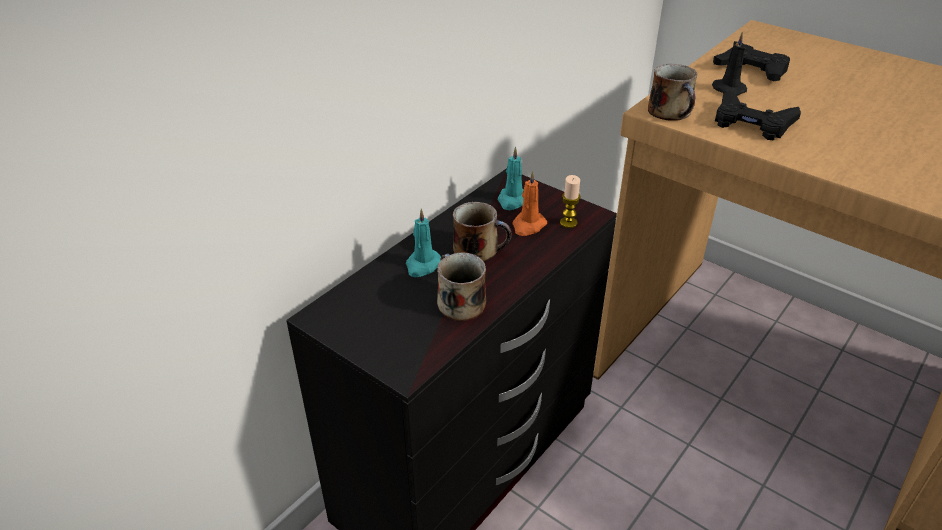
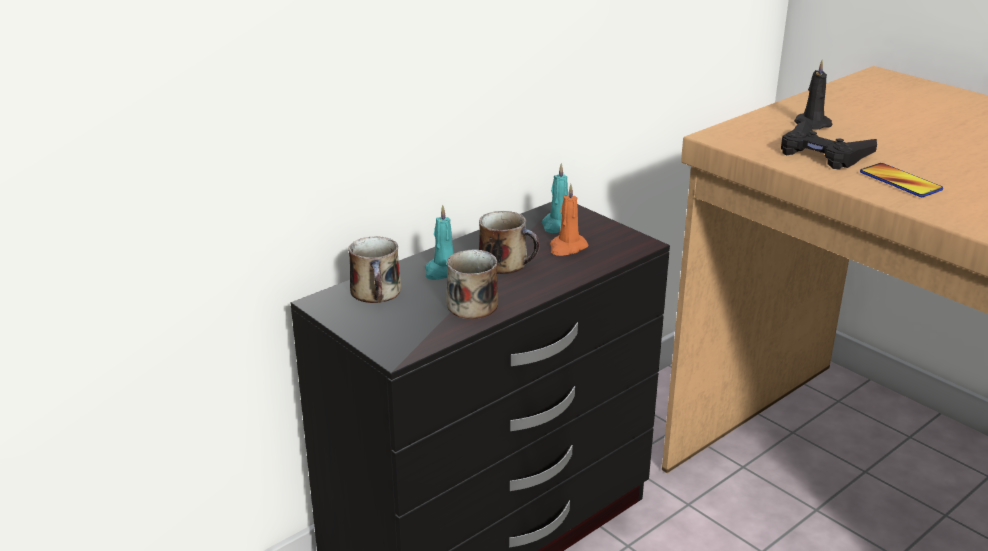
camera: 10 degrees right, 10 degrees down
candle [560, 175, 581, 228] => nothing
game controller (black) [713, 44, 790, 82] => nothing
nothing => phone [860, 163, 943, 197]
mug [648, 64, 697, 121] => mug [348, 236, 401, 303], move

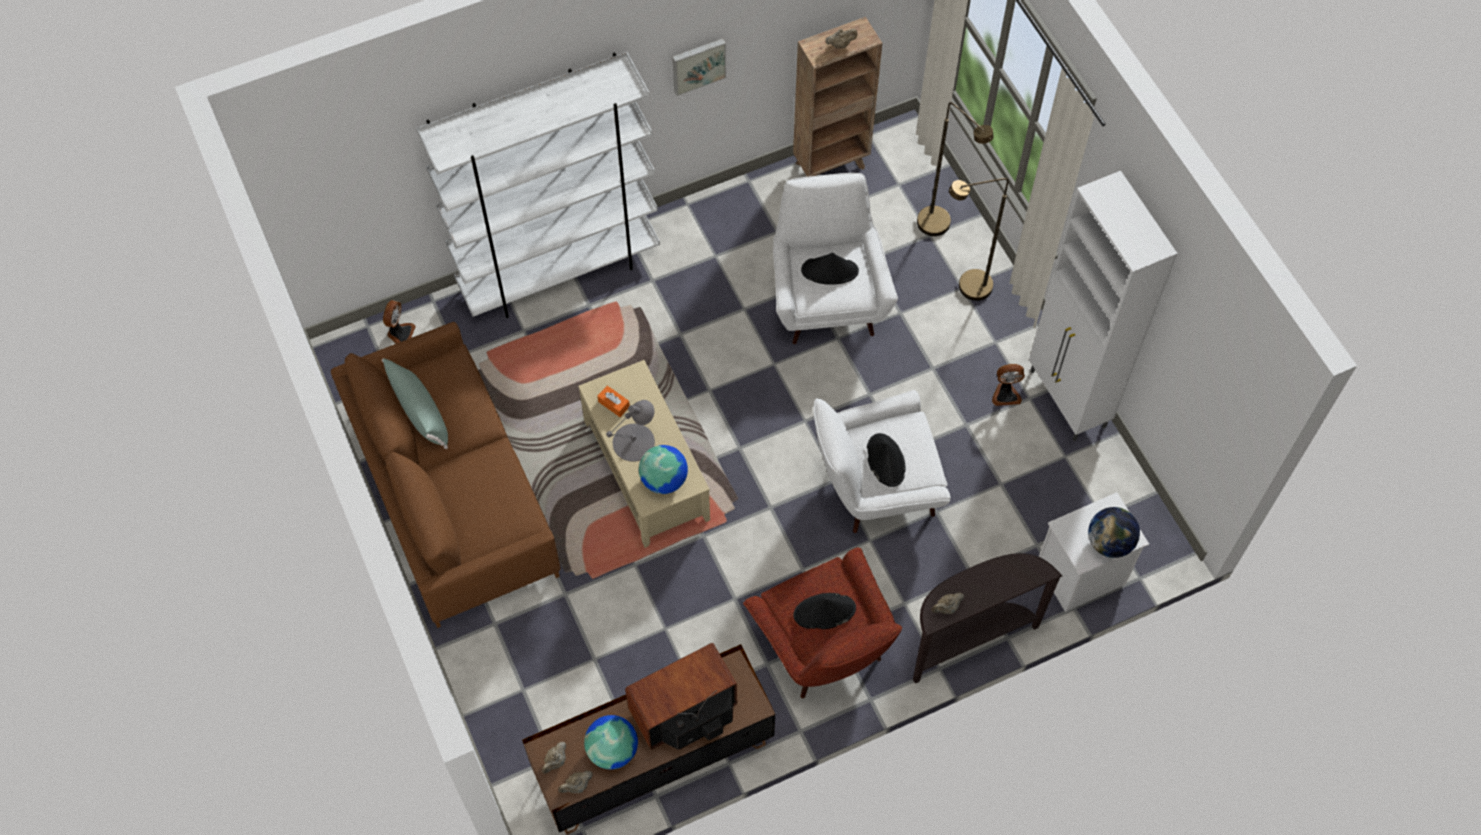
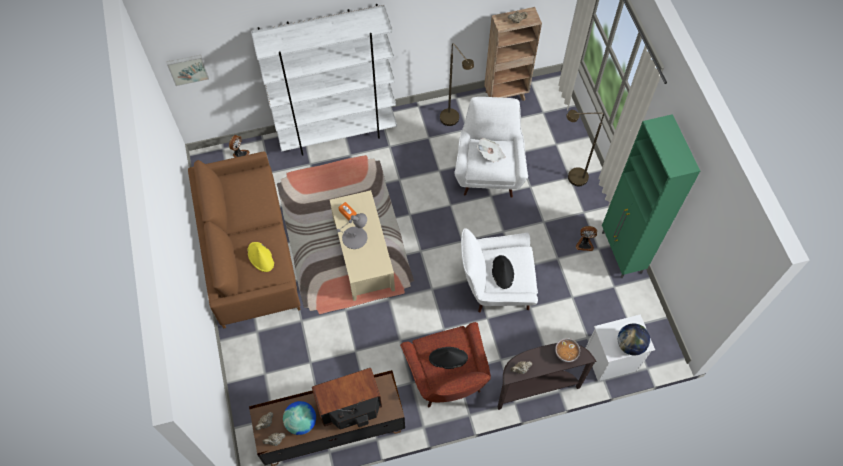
camera: 10 degrees right, 0 degrees up
pillow (green) [382, 358, 448, 449] => nothing
globe [639, 445, 688, 494] => nothing
nothing => hat (yellow) [247, 242, 274, 272]
nothing => bowl [555, 338, 580, 362]
picture [672, 38, 726, 96] => picture [167, 55, 209, 86], move
floor lamp (brown) [917, 102, 994, 236] => floor lamp (brown) [440, 43, 474, 126], move
hat (black) [801, 253, 859, 285] => newspaper [477, 138, 506, 162]
cabinet (white) [1029, 171, 1178, 441] => cabinet (green) [602, 114, 700, 278]

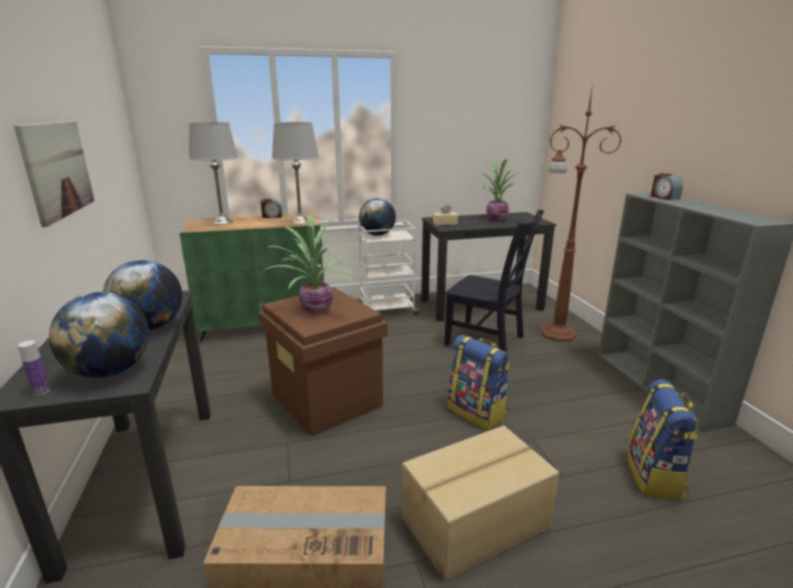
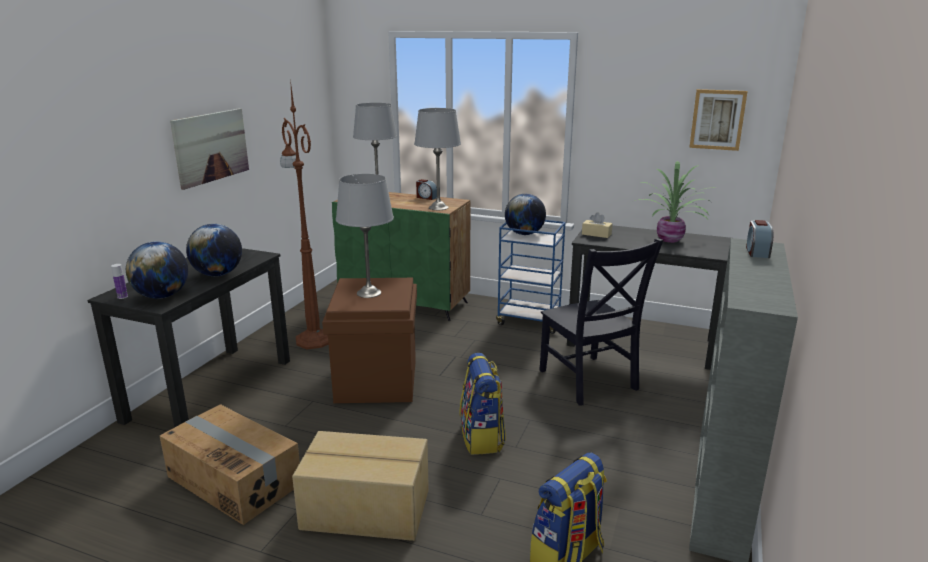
camera: 35 degrees right, 0 degrees up
nothing => picture [689, 89, 748, 151]
floor lamp (brown) [541, 84, 622, 342] => floor lamp (brown) [280, 79, 328, 350], move
potted plant [265, 215, 359, 314] => table lamp (grey) [336, 174, 394, 298]
cart (white) [358, 220, 421, 316] => cart (blue) [496, 220, 566, 334]

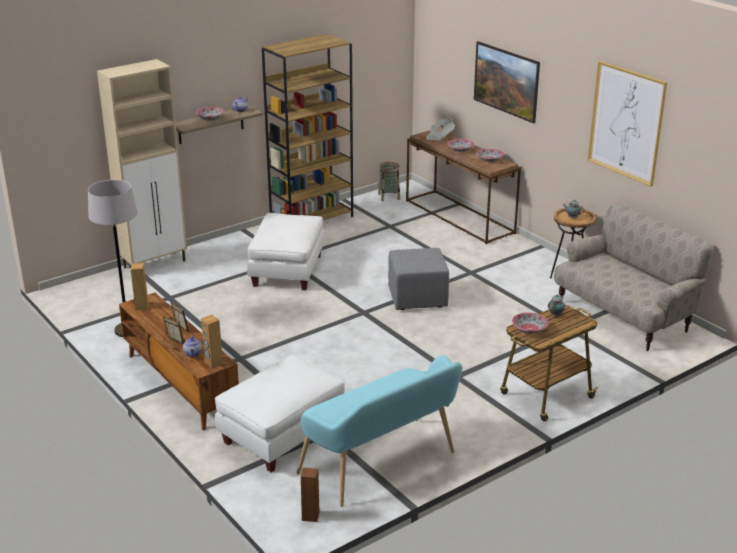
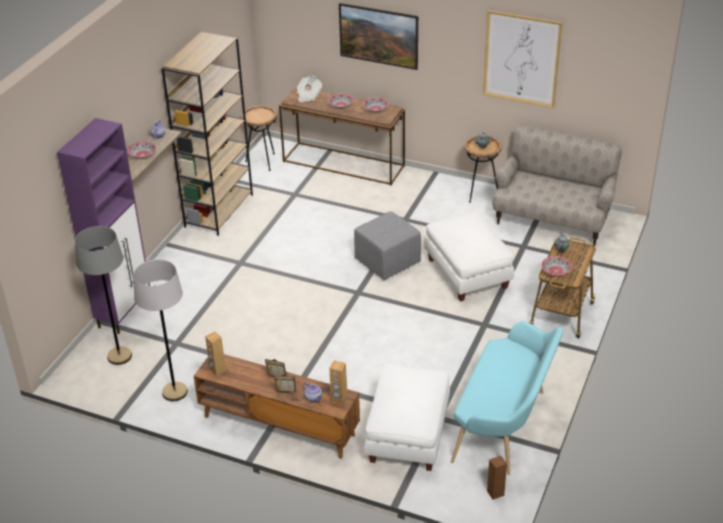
camera: 30 degrees left, 10 degrees up
nothing => floor lamp (grey) [75, 226, 132, 365]
ottoman (white) [247, 213, 325, 290] => ottoman (white) [424, 212, 514, 302], move
basket [378, 162, 400, 201] => side table (brown) [242, 106, 277, 171]
cabinet (beige) [97, 59, 187, 268] => cabinet (purple) [57, 118, 150, 334]

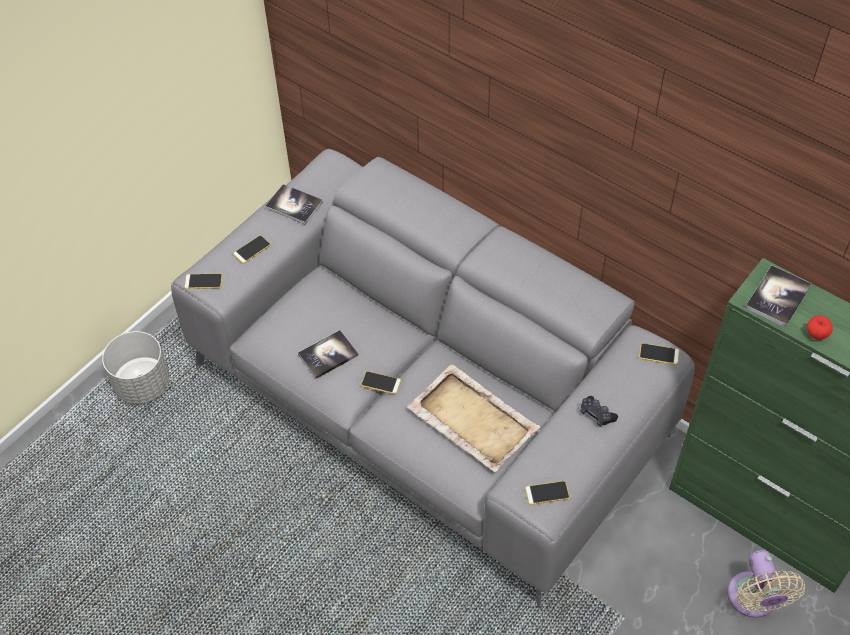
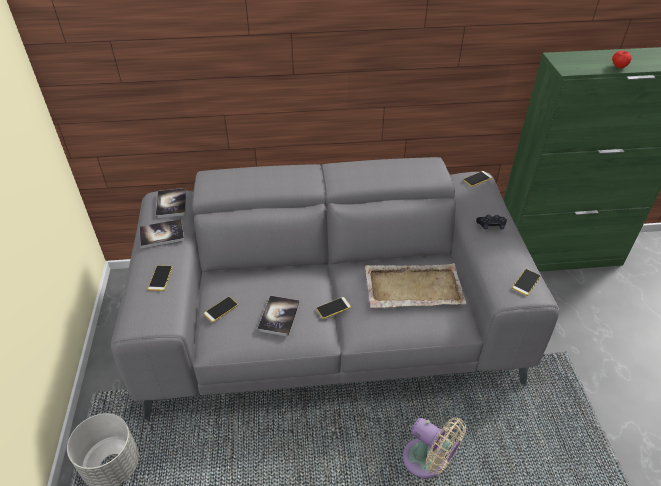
camera: 45 degrees left, 10 degrees down
phone [184, 273, 223, 289] => phone [204, 297, 238, 322], move
fan (beige) [727, 550, 805, 618] => fan (beige) [403, 417, 466, 478], move
book [745, 265, 812, 327] => book [156, 188, 186, 218], move

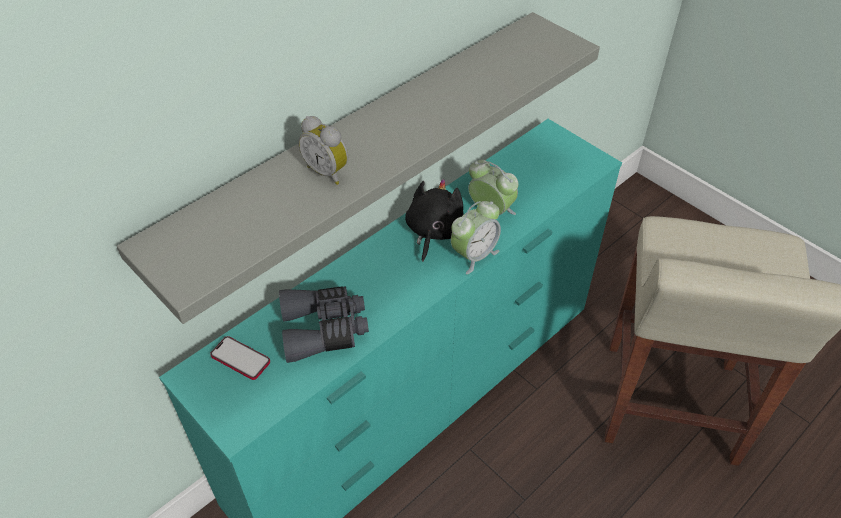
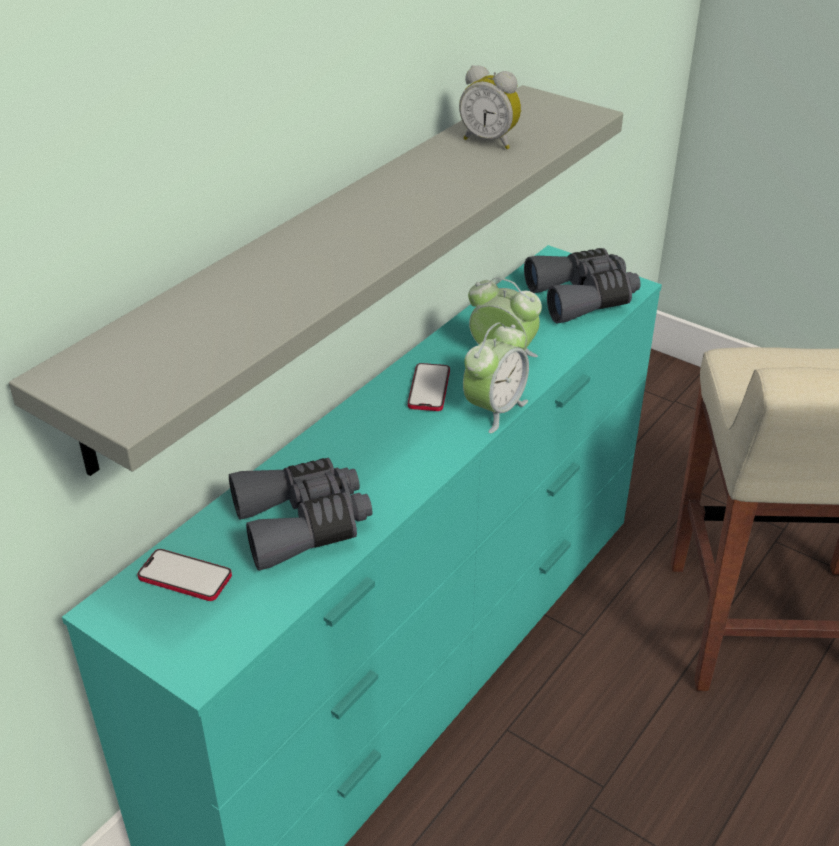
camera: 10 degrees left, 10 degrees down
nothing => binoculars (grey) [524, 248, 641, 324]
alarm clock [298, 116, 348, 185] => alarm clock [459, 65, 521, 149], move
plush toy (black) [405, 179, 464, 262] => phone [408, 363, 450, 411]

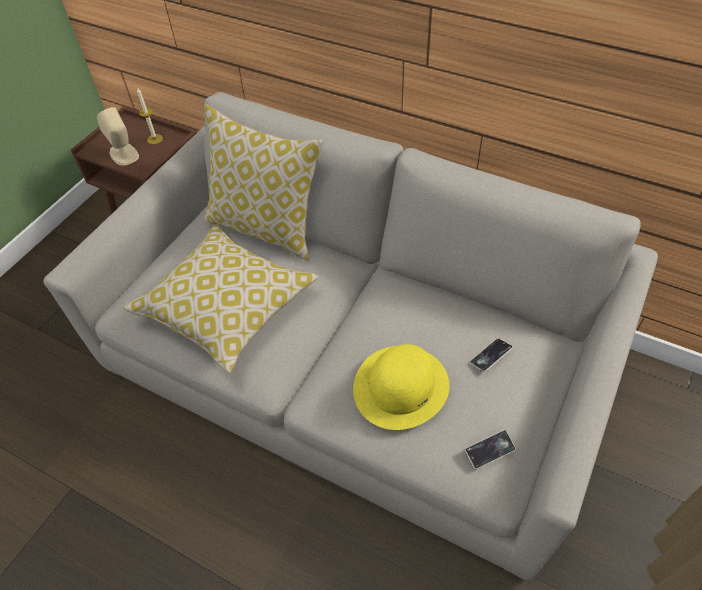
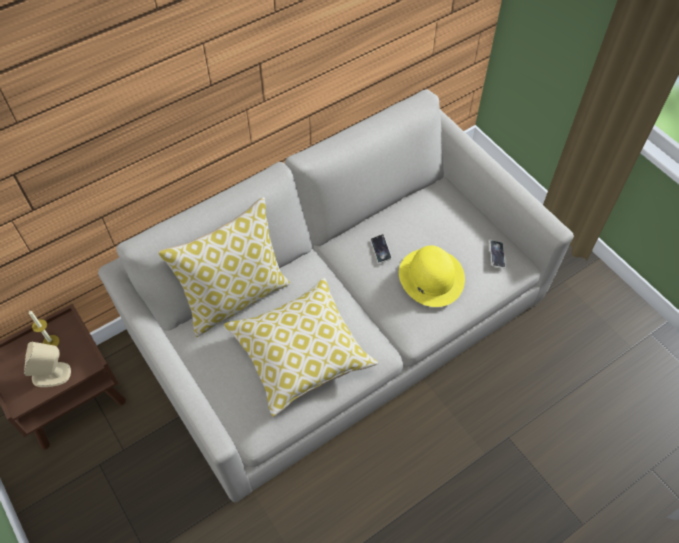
camera: 65 degrees left, 5 degrees up
phone [470, 338, 513, 372] => phone [371, 234, 392, 263], move

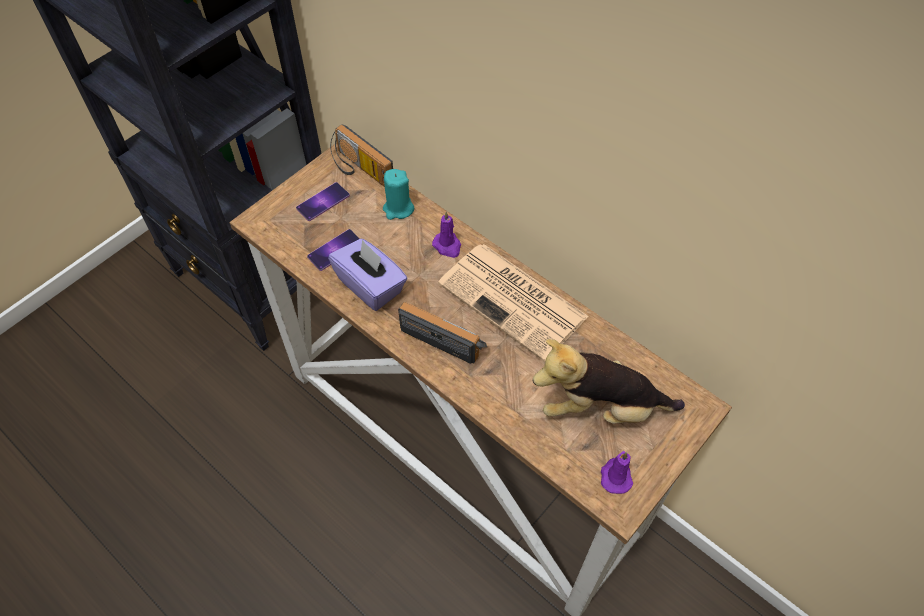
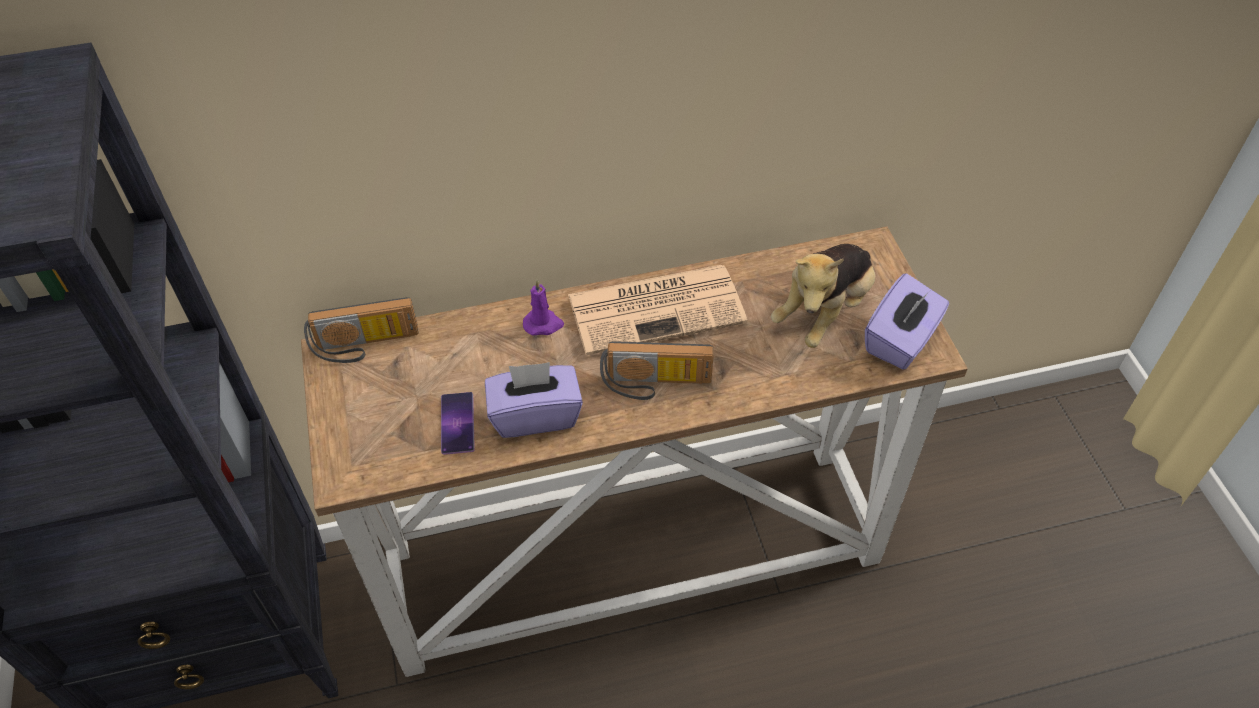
camera: 55 degrees left, 5 degrees down
phone [296, 182, 350, 221] => nothing
candle (turquoise) [383, 169, 414, 220] => nothing
candle (purple) [601, 451, 633, 494] => tissue box (purple) [865, 273, 949, 370]
radio [398, 302, 487, 364] => radio [600, 341, 714, 400], 150 degrees counterclockwise

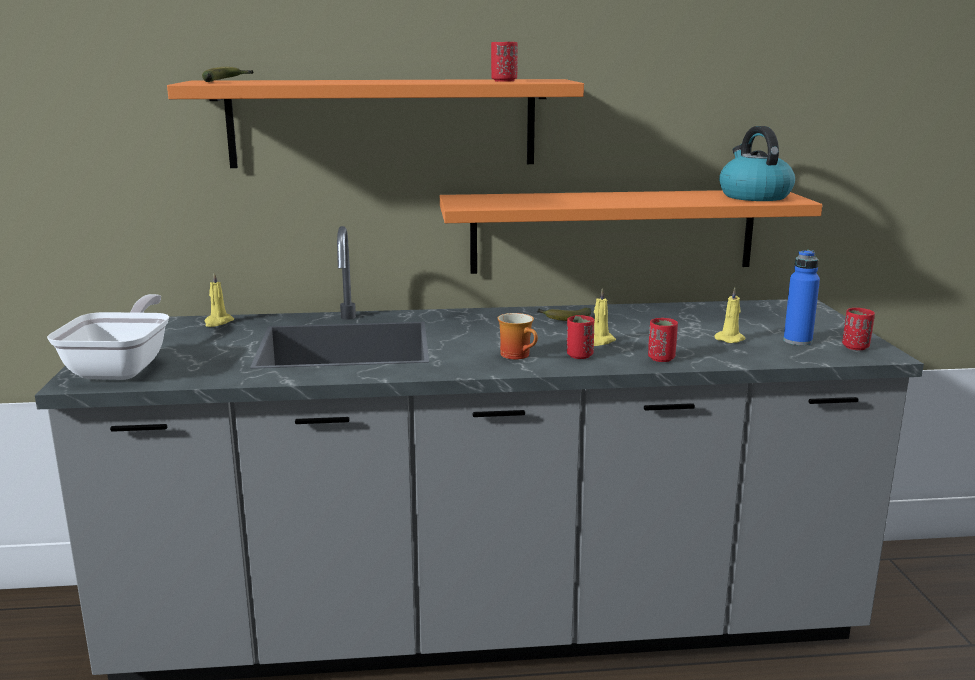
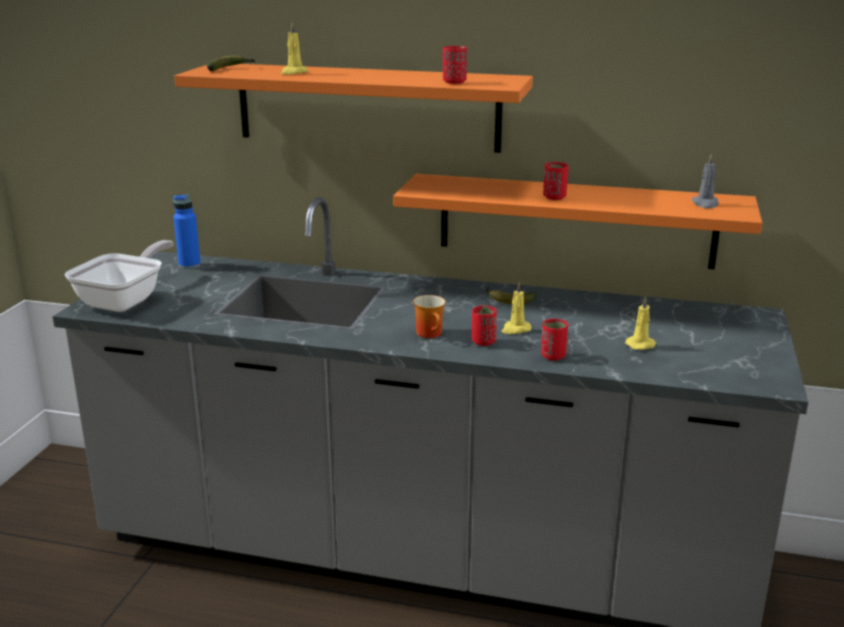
camera: 20 degrees right, 5 degrees up
candle (yellow) [205, 272, 234, 327] => candle (yellow) [281, 22, 309, 75], move
bottle (blue) [783, 250, 820, 345] => bottle (blue) [173, 194, 201, 269], move
cup (red) [842, 308, 875, 350] => cup (red) [543, 162, 568, 200], move
kettle [719, 126, 795, 201] => candle (grey) [691, 153, 719, 209]

